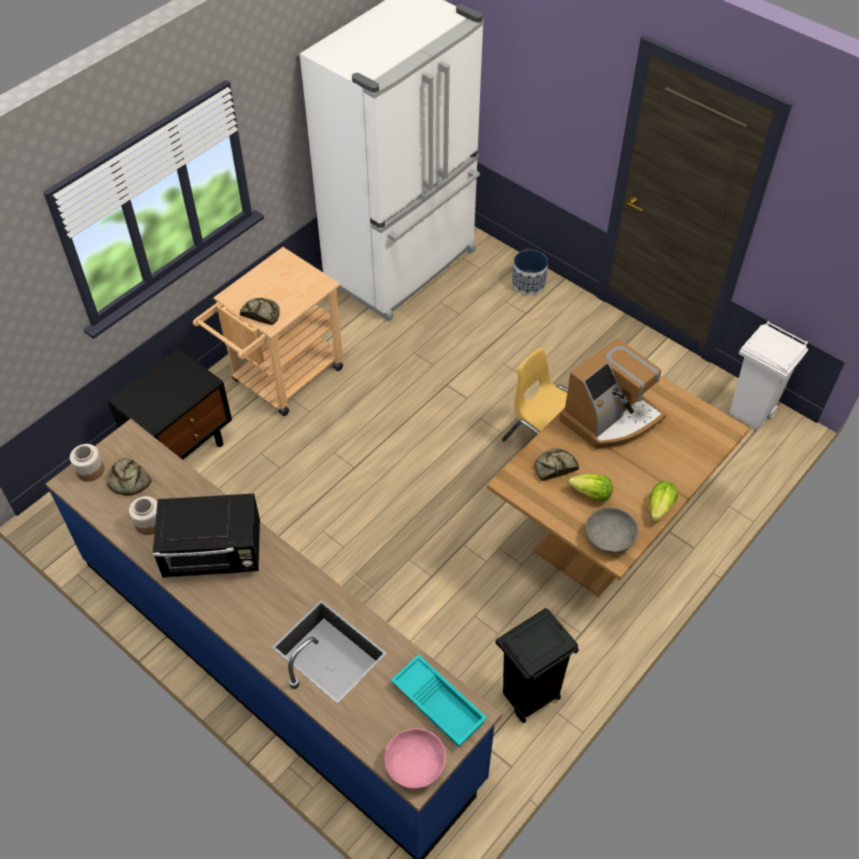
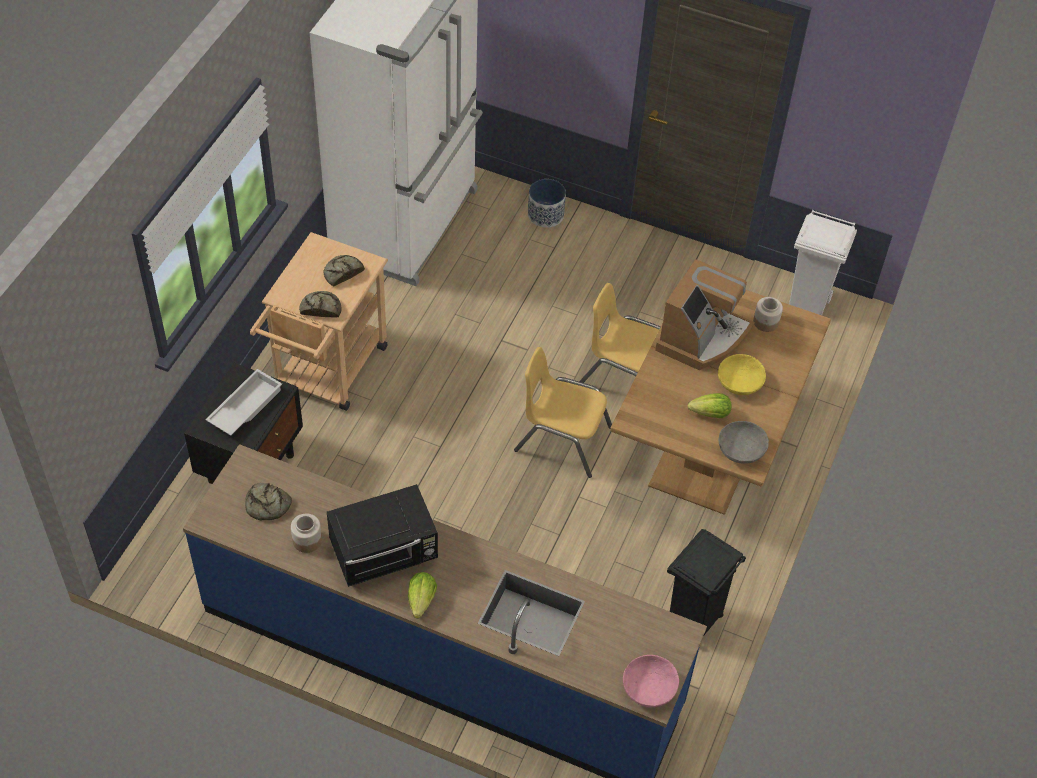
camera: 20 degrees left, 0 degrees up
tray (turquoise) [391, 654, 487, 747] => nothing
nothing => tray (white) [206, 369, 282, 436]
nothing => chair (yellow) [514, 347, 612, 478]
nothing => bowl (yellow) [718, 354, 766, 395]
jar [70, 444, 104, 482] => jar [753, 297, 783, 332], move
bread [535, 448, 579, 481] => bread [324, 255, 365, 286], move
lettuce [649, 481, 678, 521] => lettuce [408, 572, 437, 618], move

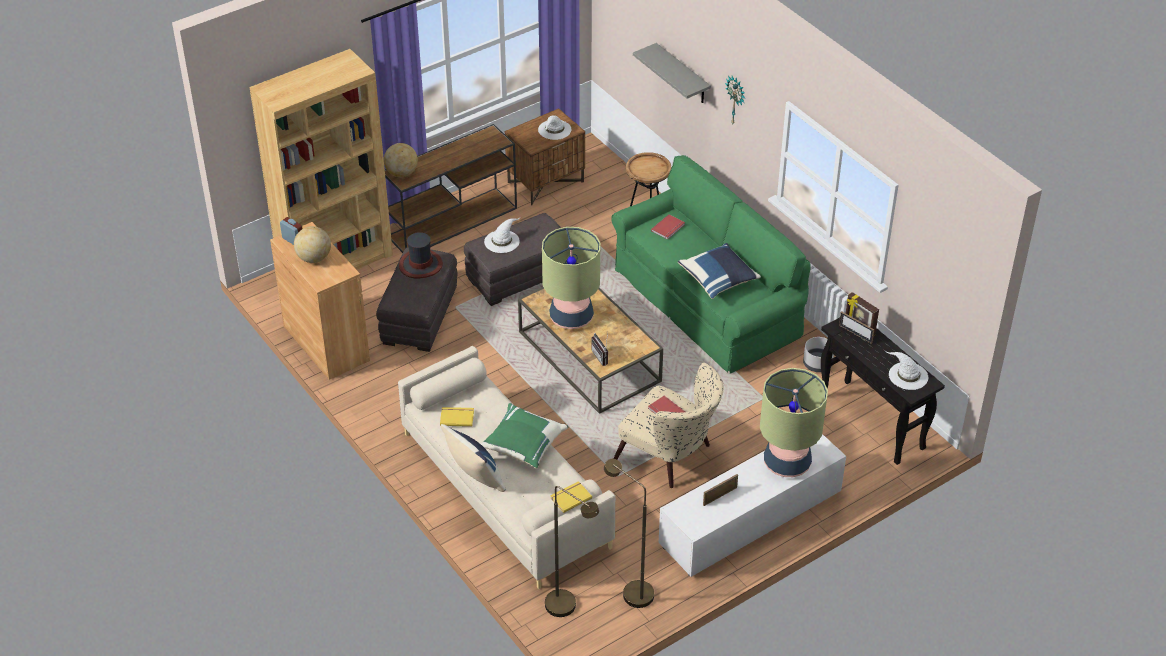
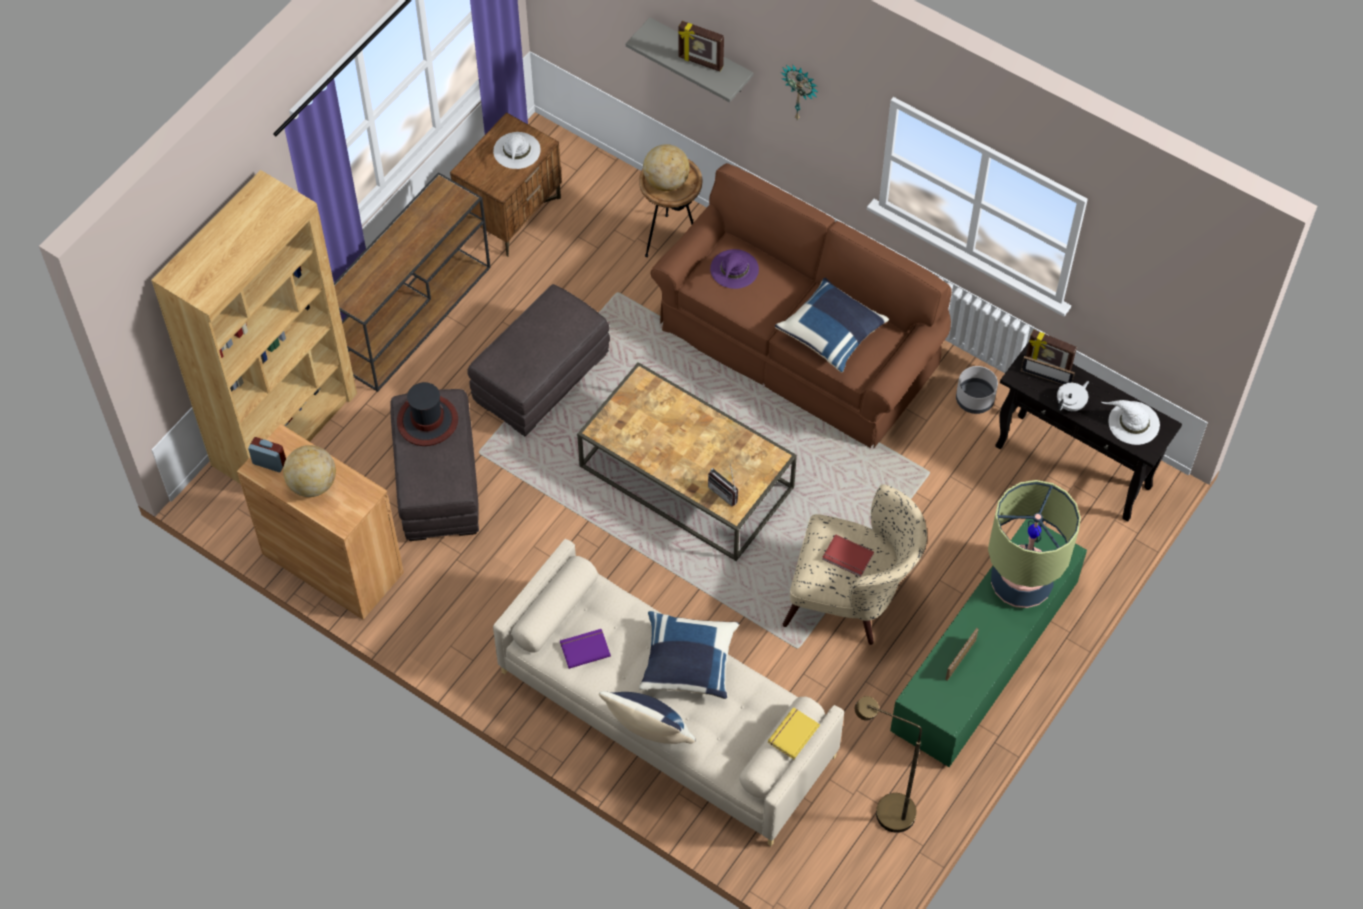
camera: 20 degrees left, 15 degrees up
hat (white) [484, 218, 520, 253] => nothing
table lamp [542, 227, 600, 329] => nothing
floor lamp (brown) [545, 486, 599, 617] => nothing
nothing => picture frame [678, 21, 724, 71]
nothing => teapot (white) [1057, 381, 1089, 411]
globe [384, 143, 418, 177] => globe [643, 144, 690, 191], move
book (red) [651, 214, 685, 240] => hat (purple) [710, 249, 759, 289]
book (yellow) [440, 407, 474, 427] => book (purple) [560, 629, 611, 669]
pillow (green) [481, 403, 568, 468] => pillow (blue) [639, 611, 739, 699]
sofa (green) [611, 155, 811, 374] => sofa (brown) [651, 163, 952, 448]
tv stand (white) [659, 434, 846, 577] => tv stand (green) [890, 519, 1087, 767]

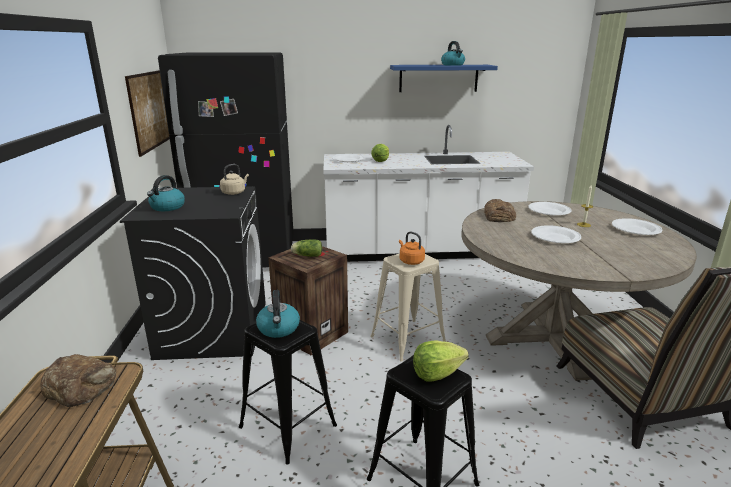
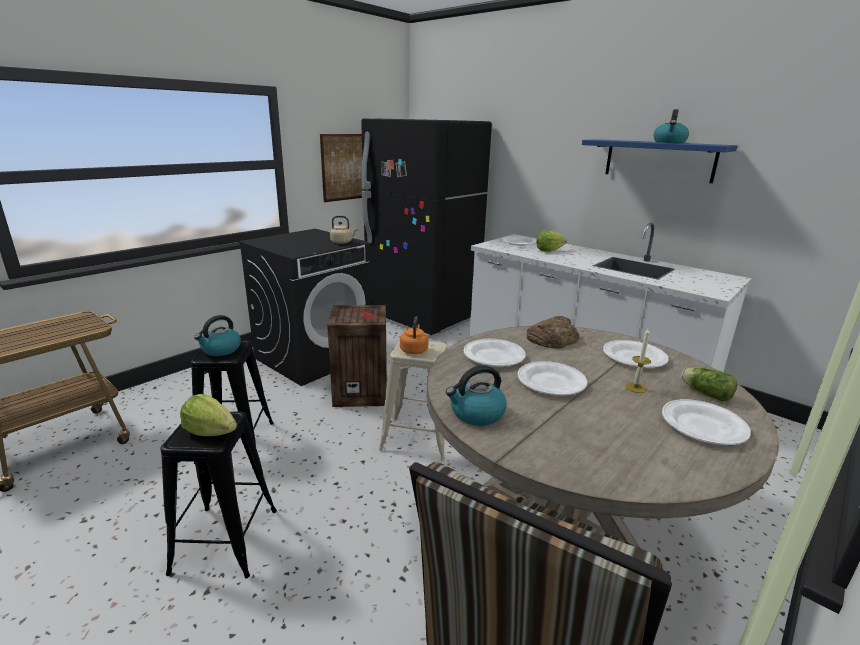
camera: 45 degrees right, 0 degrees up
bread [40, 354, 116, 407] => nothing
nothing => plate (white) [464, 339, 525, 367]
kettle [147, 175, 185, 211] => kettle [446, 365, 507, 426], move
lettuce [291, 239, 322, 257] => lettuce [681, 367, 737, 401], move

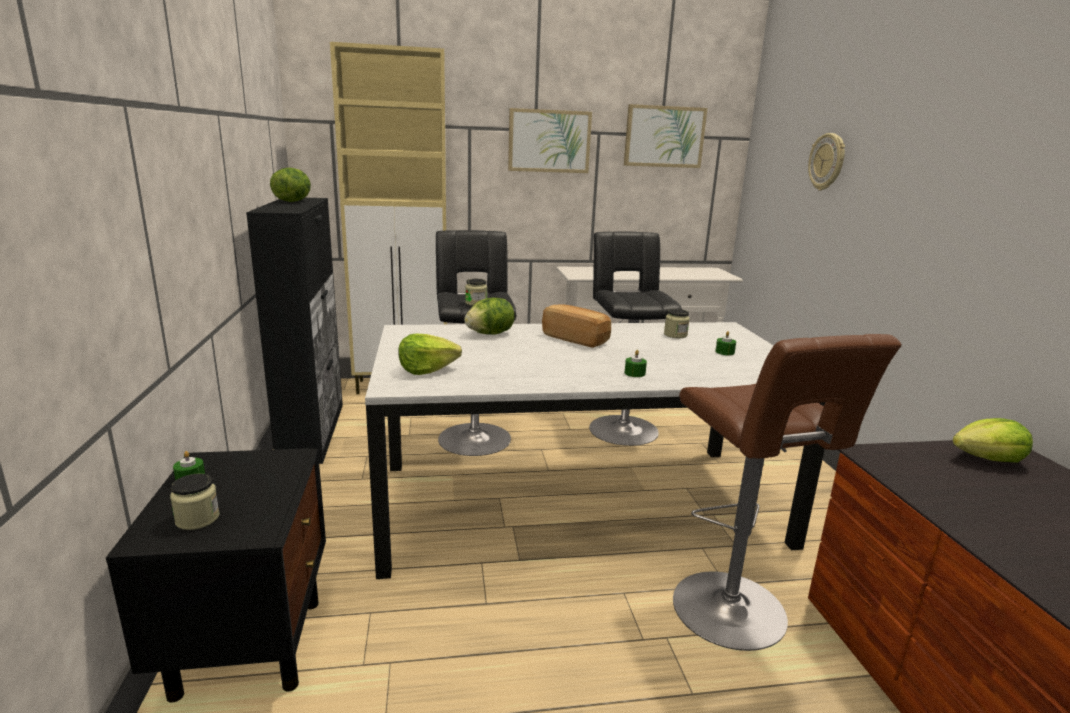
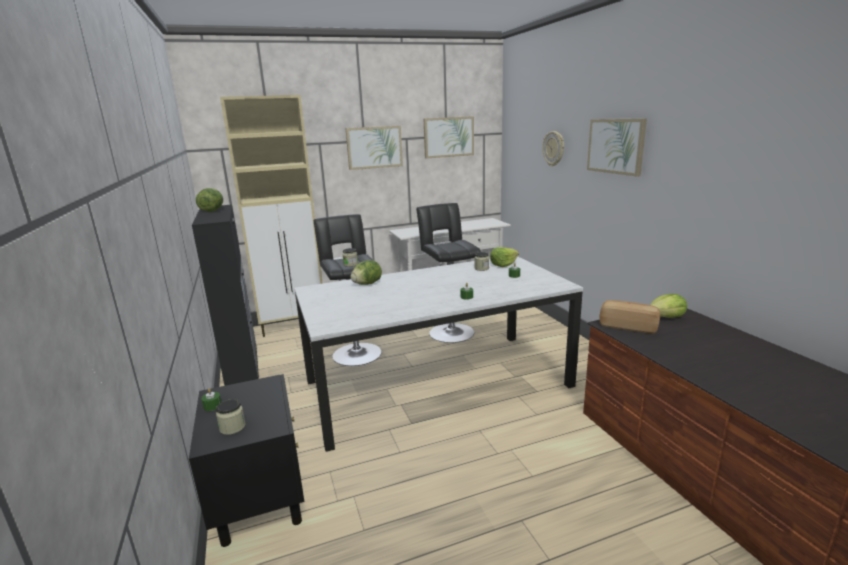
camera: 10 degrees left, 0 degrees up
stool (brown) [673, 334, 902, 651] => nothing
nothing => picture [587, 118, 647, 177]
lettuce [398, 333, 462, 375] => lettuce [490, 247, 519, 267], move
bread [542, 304, 611, 348] => bread [600, 300, 660, 334], move

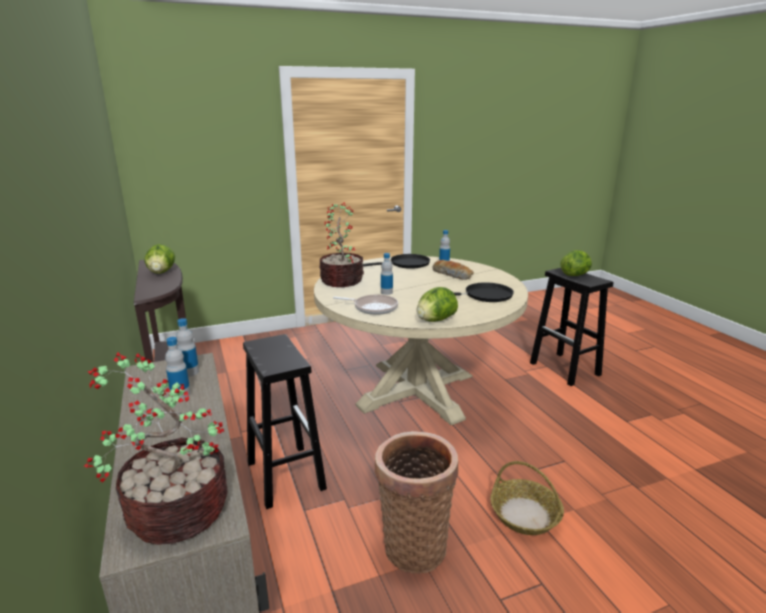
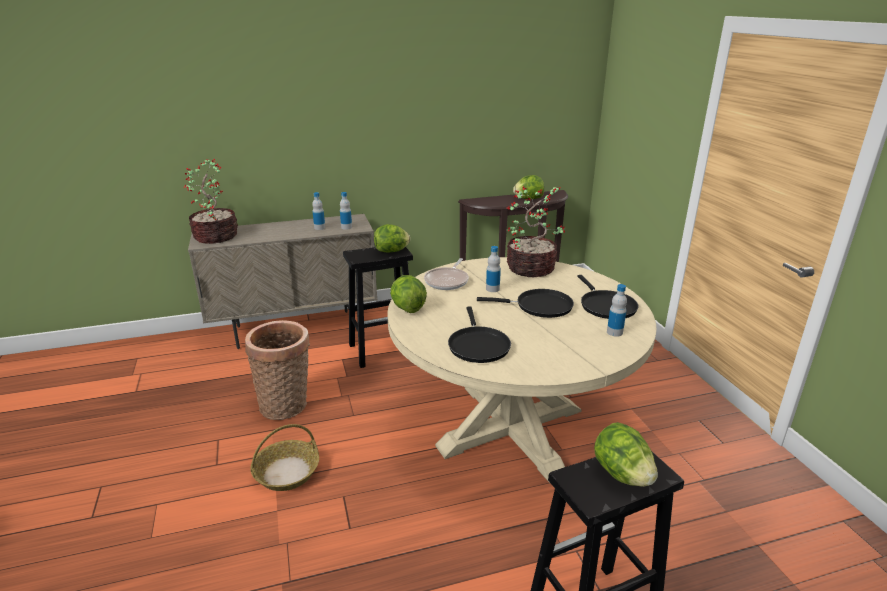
camera: 95 degrees right, 5 degrees up
bread [433, 260, 474, 280] => nothing
nothing => lettuce [374, 224, 410, 252]
nothing => frying pan (black) [477, 289, 574, 318]

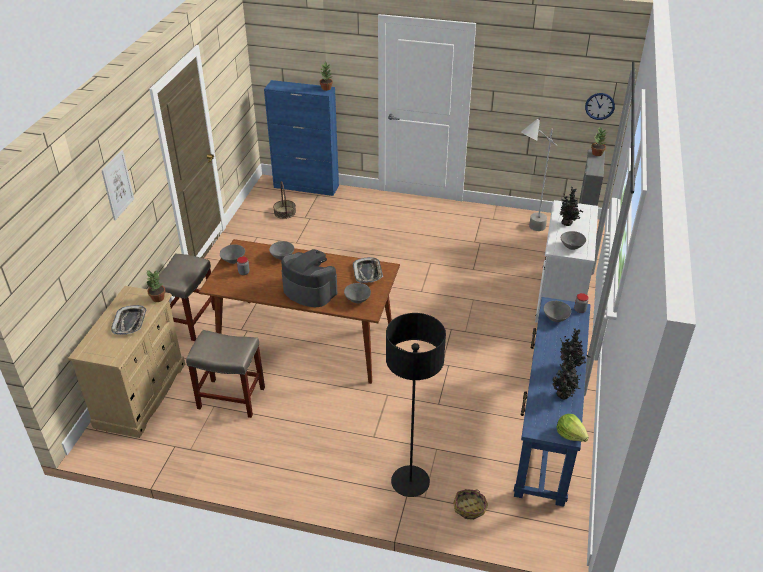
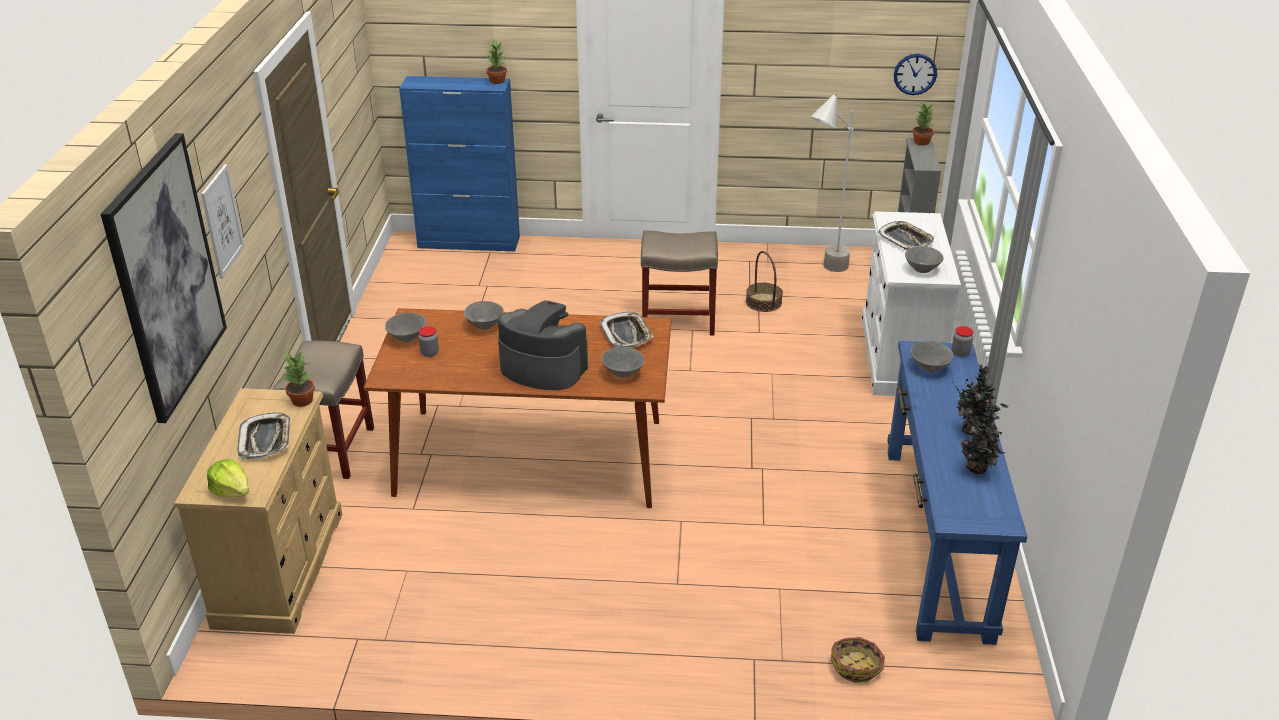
camera: 10 degrees left, 5 degrees down
floor lamp (black) [386, 313, 446, 497] => nothing
nothing => picture [101, 133, 227, 423]
stool (beige) [186, 330, 265, 418] => stool (beige) [641, 230, 718, 336], move
basket [273, 181, 296, 219] => basket [746, 251, 783, 312], move
lettuce [557, 414, 589, 442] => lettuce [207, 459, 249, 498], move
potted plant [560, 187, 584, 226] => tray [878, 221, 935, 250]

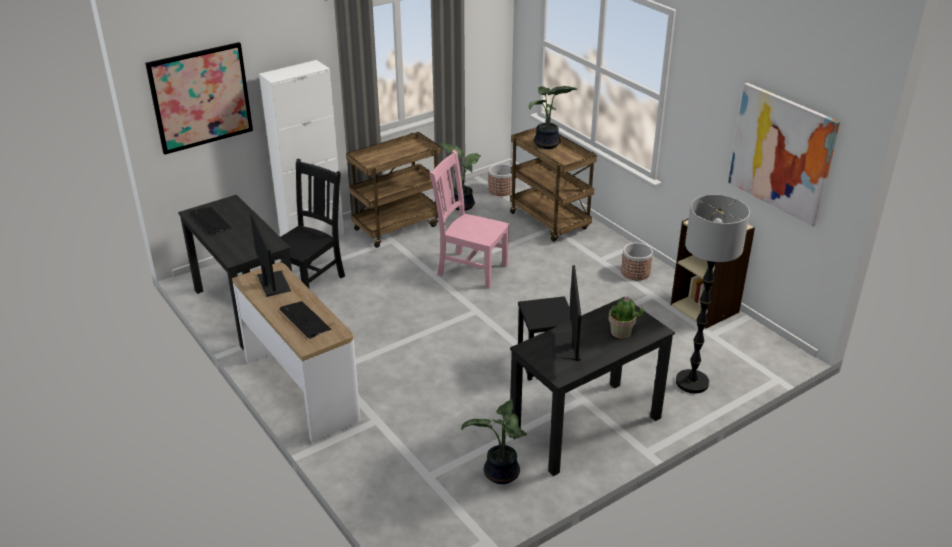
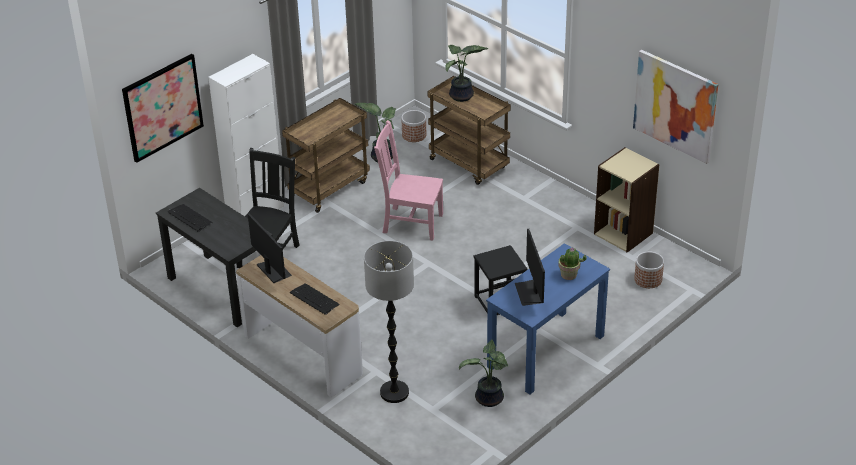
camera: 10 degrees left, 5 degrees up
planter [621, 243, 653, 280] => planter [634, 251, 664, 288], move
floor lamp [676, 195, 750, 393] => floor lamp [364, 241, 414, 403], move
desk (black) [510, 297, 675, 476] => desk (blue) [486, 243, 610, 394]

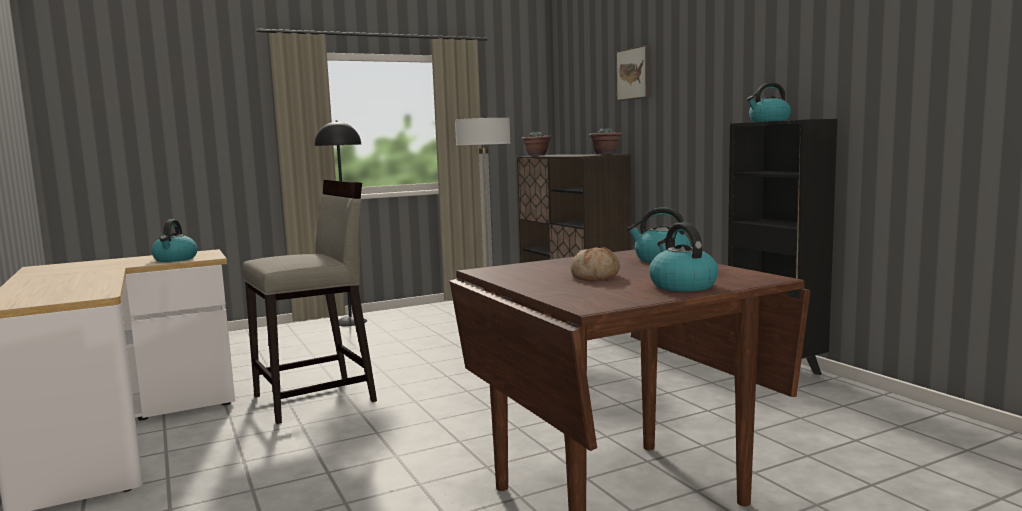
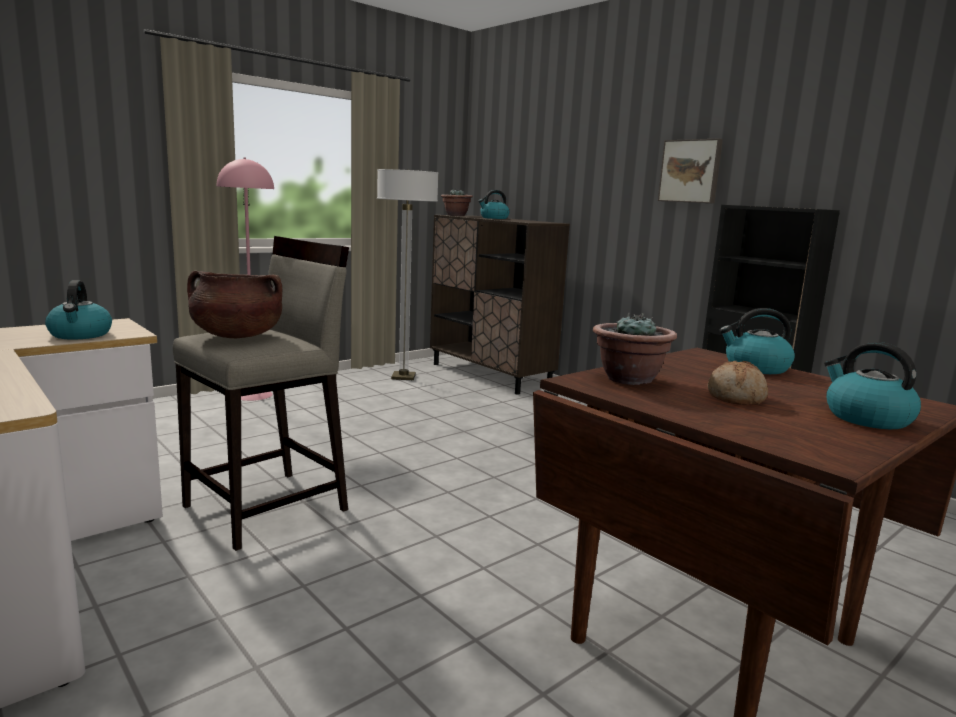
camera: 15 degrees left, 5 degrees up
nothing => cooking pot (brown) [187, 271, 282, 338]
potted plant [589, 127, 622, 155] => potted plant [593, 313, 677, 385], move
picture [616, 45, 651, 101] => picture [658, 138, 723, 204], move
kettle [747, 83, 791, 122] => kettle [478, 190, 509, 219], move
floor lamp (black) [315, 120, 367, 326] => floor lamp (pink) [217, 158, 274, 401]

